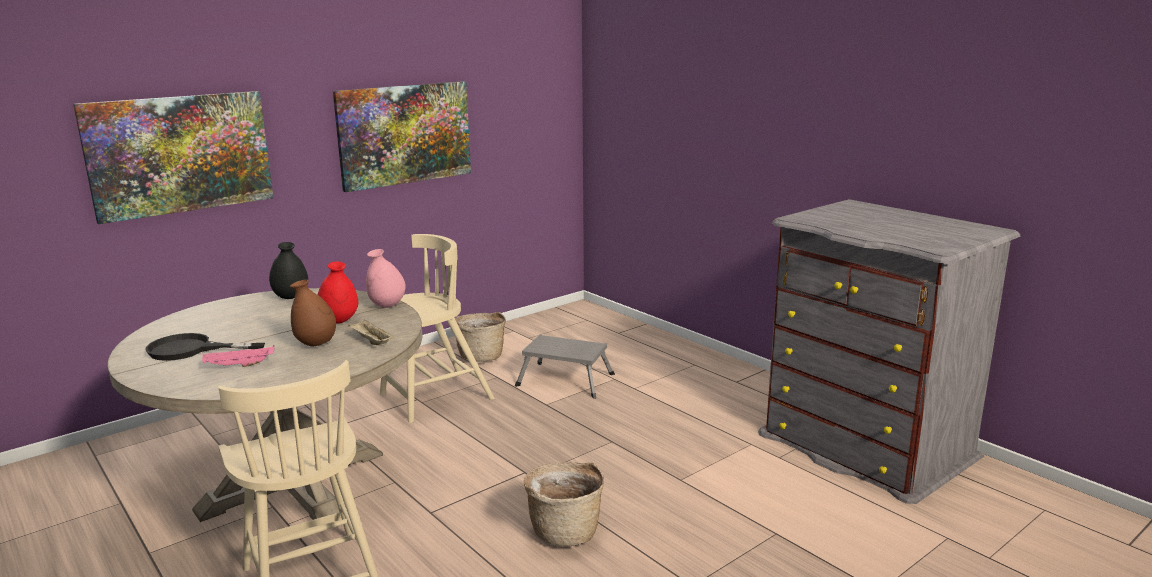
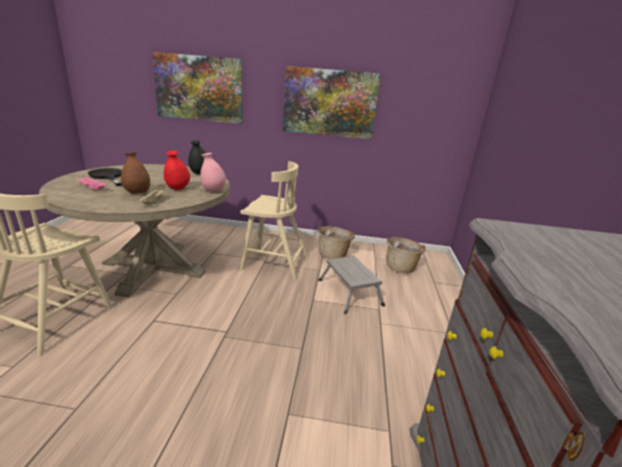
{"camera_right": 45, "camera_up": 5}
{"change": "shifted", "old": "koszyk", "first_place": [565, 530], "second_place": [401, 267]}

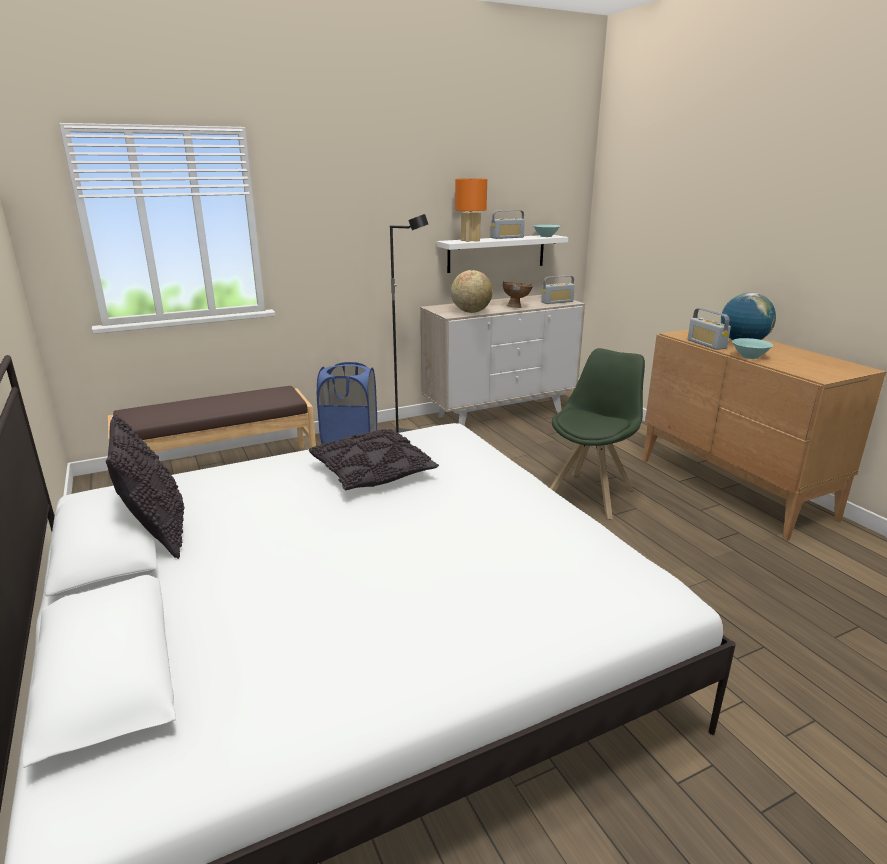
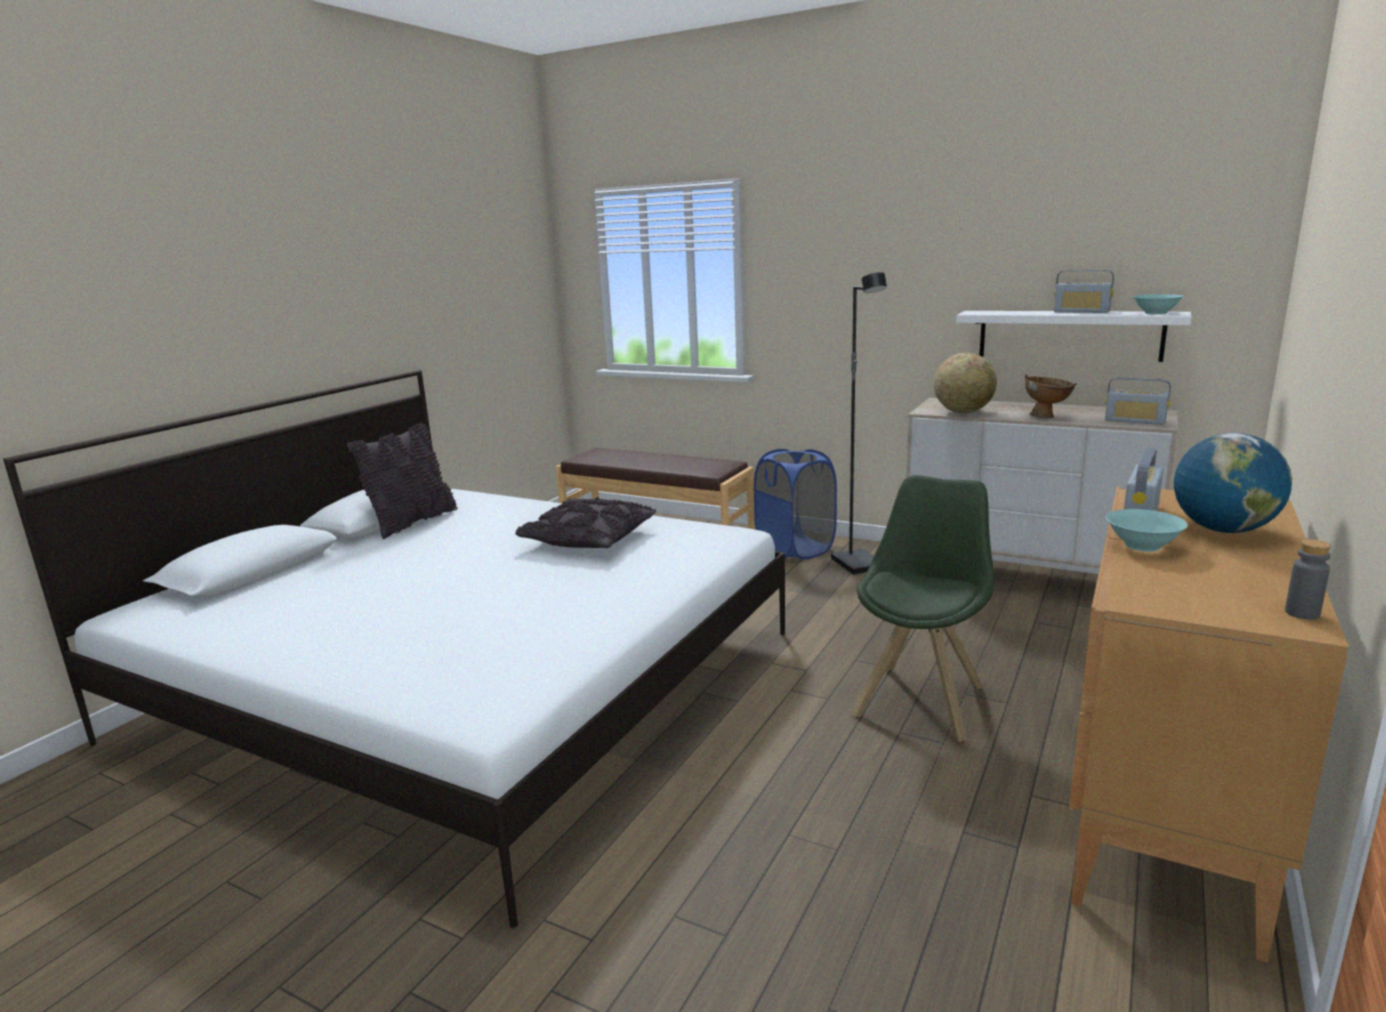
{"camera_right": 55, "camera_up": -5}
{"change": "rotated", "old": "krzesło/zielony", "first_place": [590, 495], "second_place": [920, 701], "degrees": -60}
{"change": "new", "new": "butelka/szary", "second_place": [1302, 613]}
{"change": "gone", "old": "lampa stołowa/pomarańczowy", "first_place": [470, 241]}

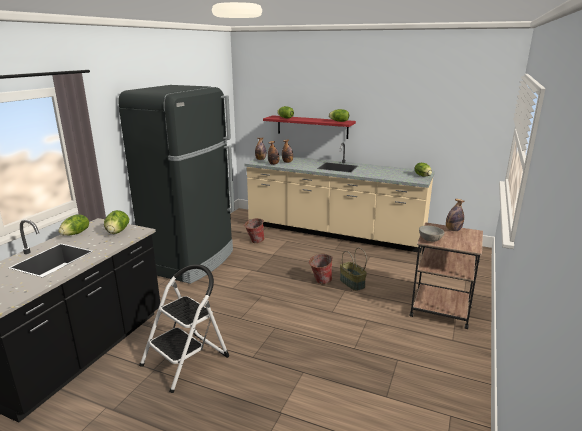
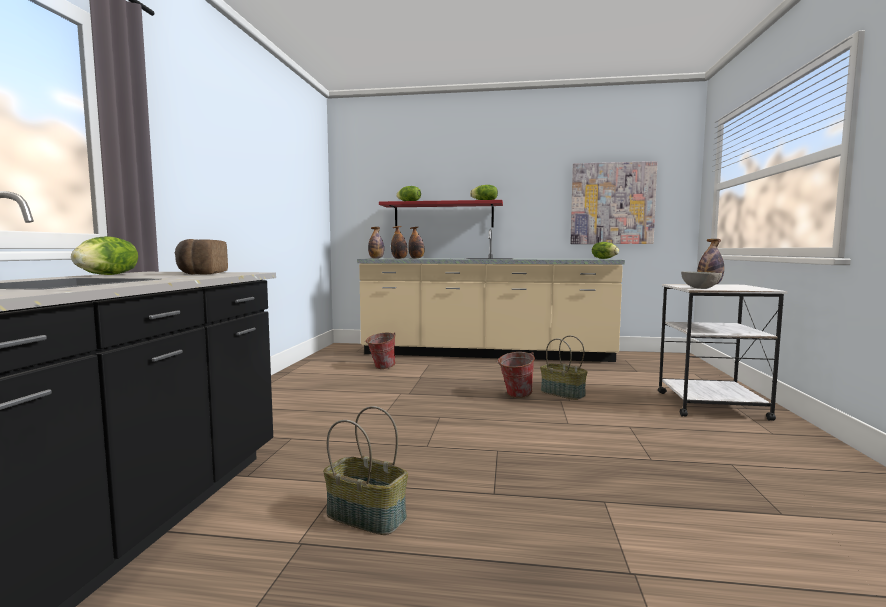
{"camera_right": -15, "camera_up": -15}
{"change": "swapped", "old": "sałata", "new": "chleb", "first_place": [117, 232], "second_place": [201, 273]}
{"change": "swapped", "old": "drabinka", "new": "koszyk", "first_place": [188, 360], "second_place": [367, 516]}
{"change": "new", "new": "obraz", "second_place": [612, 203]}
{"change": "repainted", "old": "wózek/brązowy", "new": "wózek/biały", "first_place": [440, 309], "second_place": [711, 406]}
{"change": "gone", "old": "lodówka/czarny", "first_place": [191, 261]}

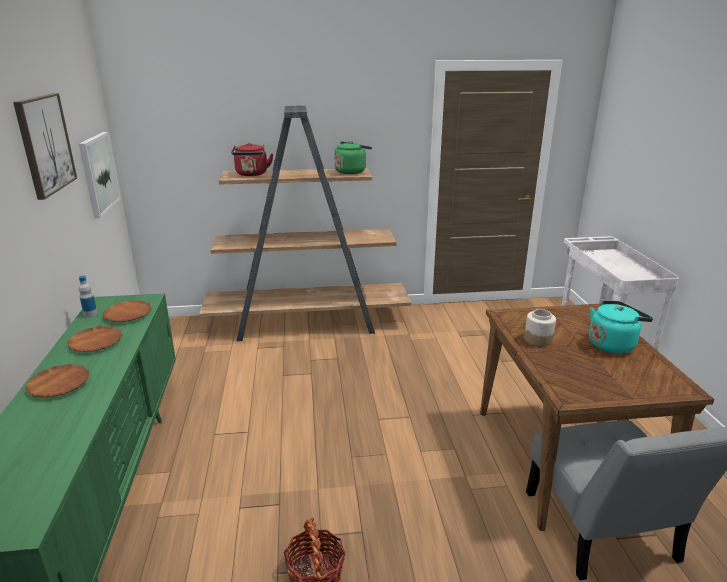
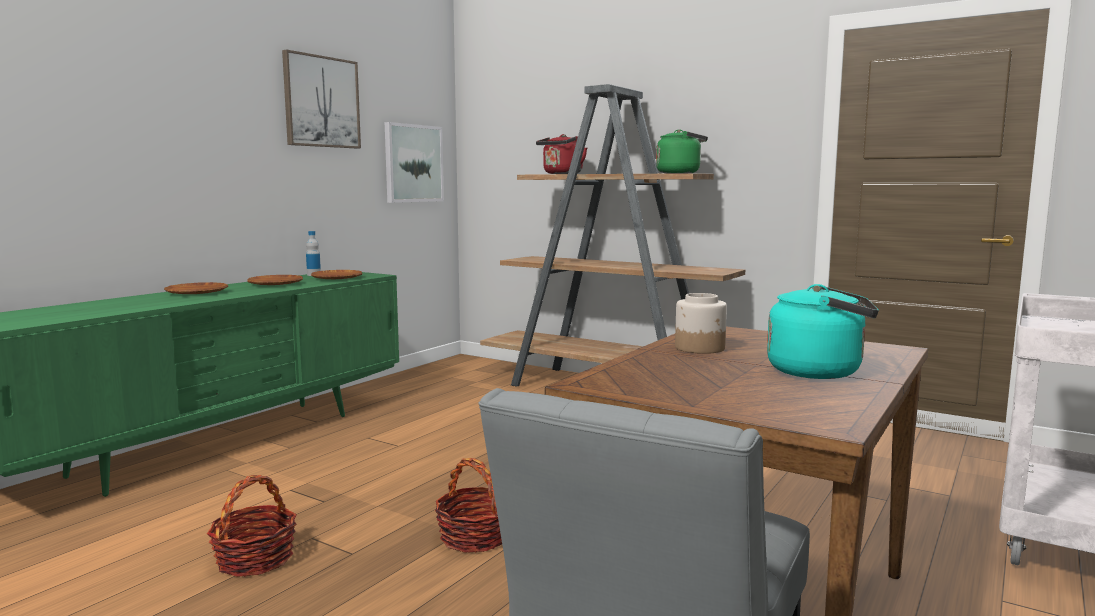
{"camera_right": 40, "camera_up": -15}
{"change": "new", "new": "koszyk", "second_place": [474, 537]}

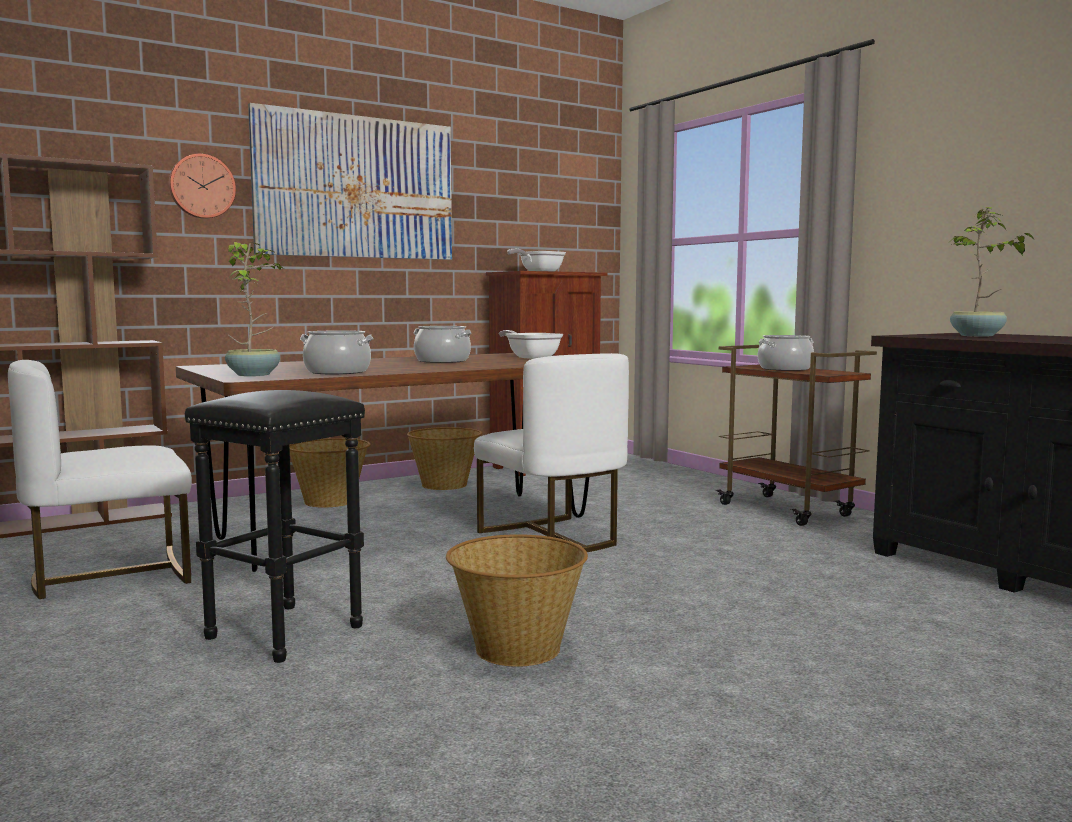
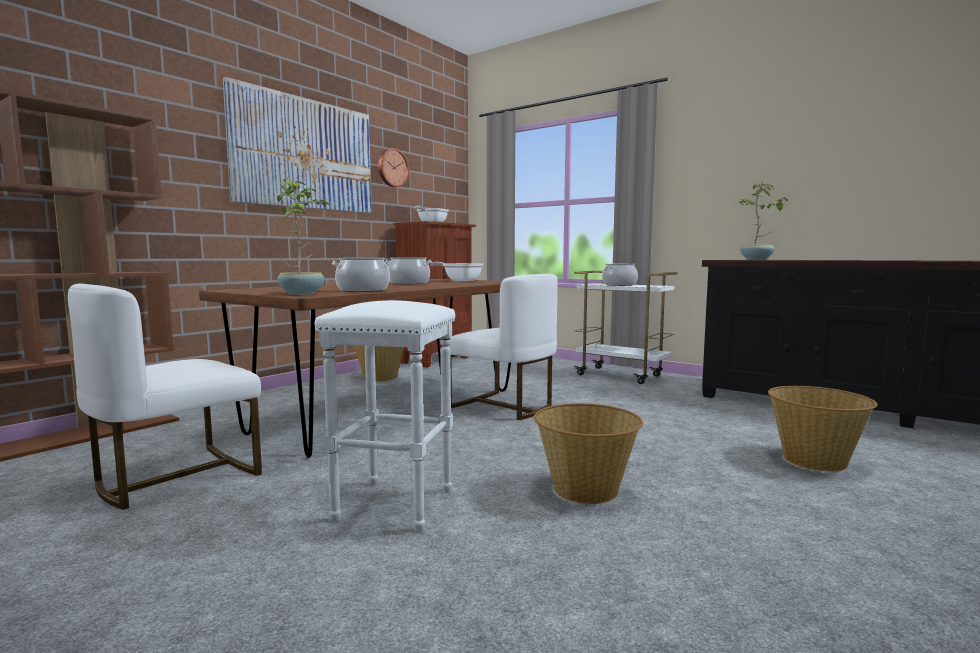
{"camera_right": -20, "camera_up": 0}
{"change": "repainted", "old": "stołek/czarny", "new": "stołek/biały", "first_place": [281, 632], "second_place": [391, 505]}
{"change": "shifted", "old": "zegar ścienny", "first_place": [202, 186], "second_place": [392, 168]}
{"change": "repainted", "old": "wózek/brązowy", "new": "wózek/biały", "first_place": [788, 511], "second_place": [622, 376]}
{"change": "shifted", "old": "koszyk", "first_place": [330, 501], "second_place": [815, 460]}

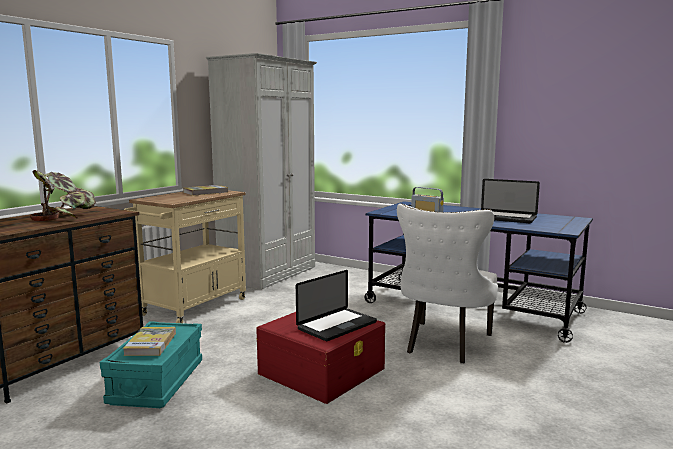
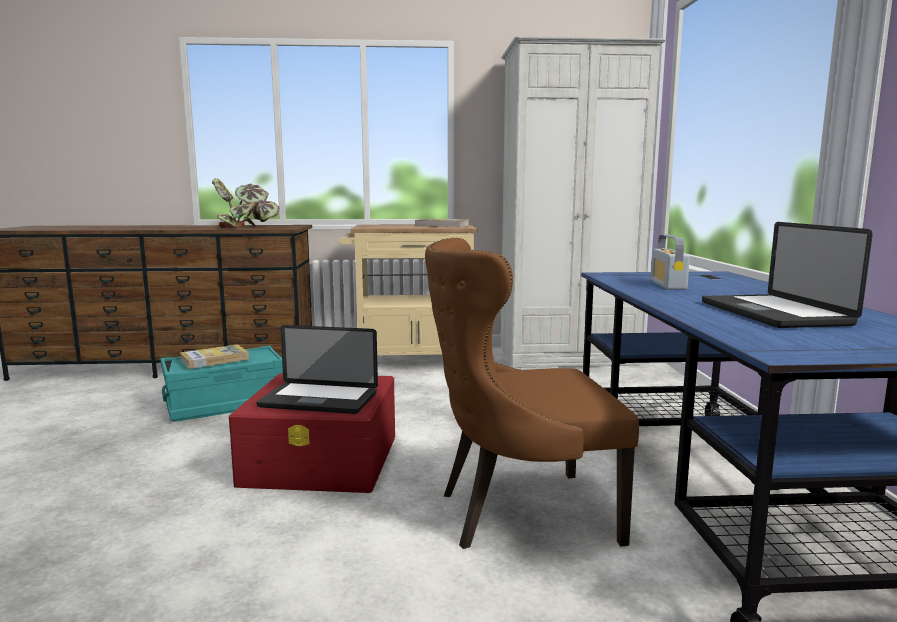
{"camera_right": 55, "camera_up": 0}
{"change": "repainted", "old": "krzesło/biały", "new": "krzesło/brązowy", "first_place": [444, 343], "second_place": [519, 513]}

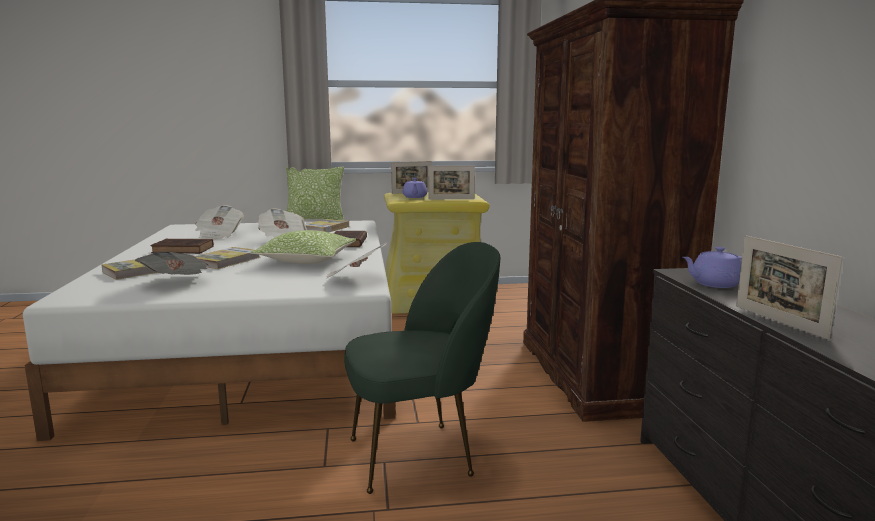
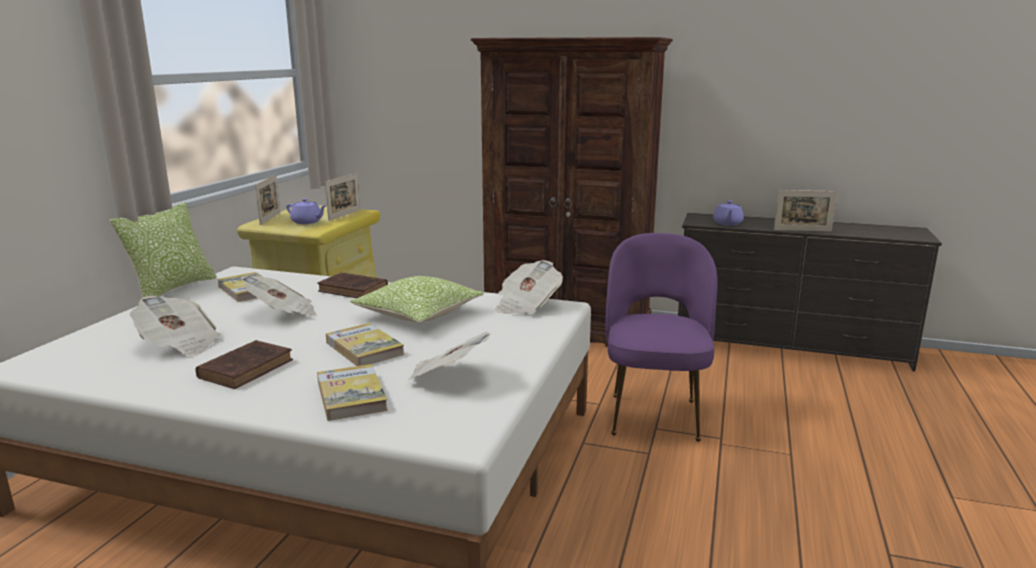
{"camera_right": -65, "camera_up": 5}
{"change": "repainted", "old": "krzesło/zielony", "new": "krzesło/fioletowy", "first_place": [421, 455], "second_place": [654, 413]}

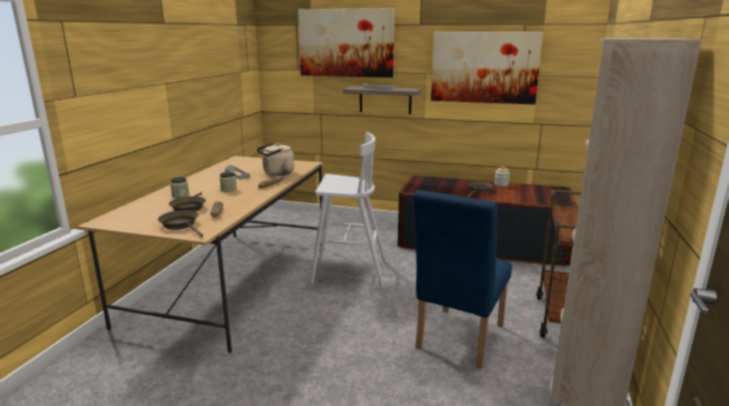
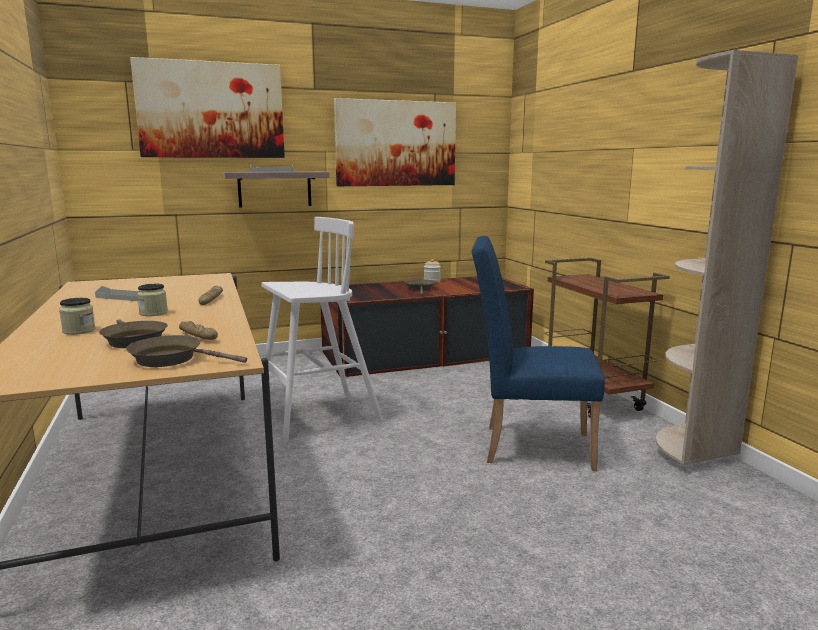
{"camera_right": -35, "camera_up": -5}
{"change": "rotated", "old": "krzesło/niebieski", "first_place": [457, 340], "second_place": [528, 445], "degrees": 105}
{"change": "gone", "old": "czajnik/beżowy", "first_place": [277, 173]}

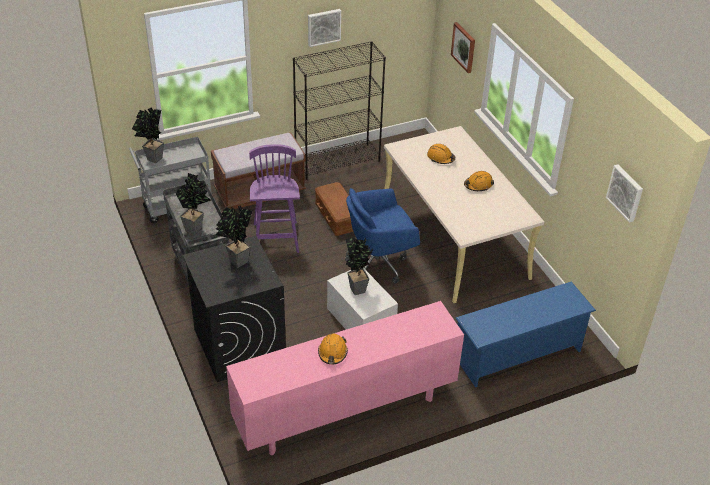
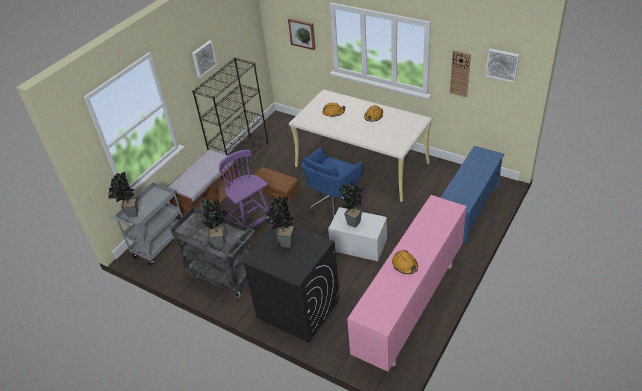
{"camera_right": -30, "camera_up": 0}
{"change": "new", "new": "zegar ścienny", "second_place": [460, 73]}

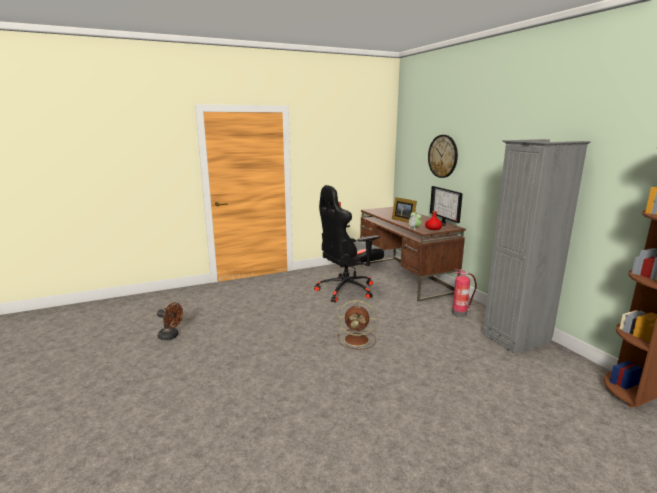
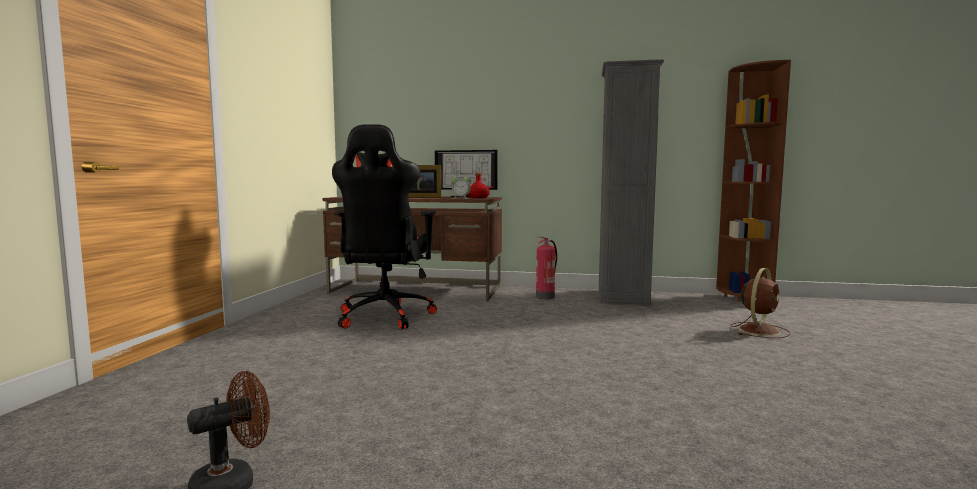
{"camera_right": -55, "camera_up": -10}
{"change": "shifted", "old": "wentylator/brązowy", "first_place": [357, 340], "second_place": [759, 330]}
{"change": "gone", "old": "zegar ścienny", "first_place": [443, 156]}

